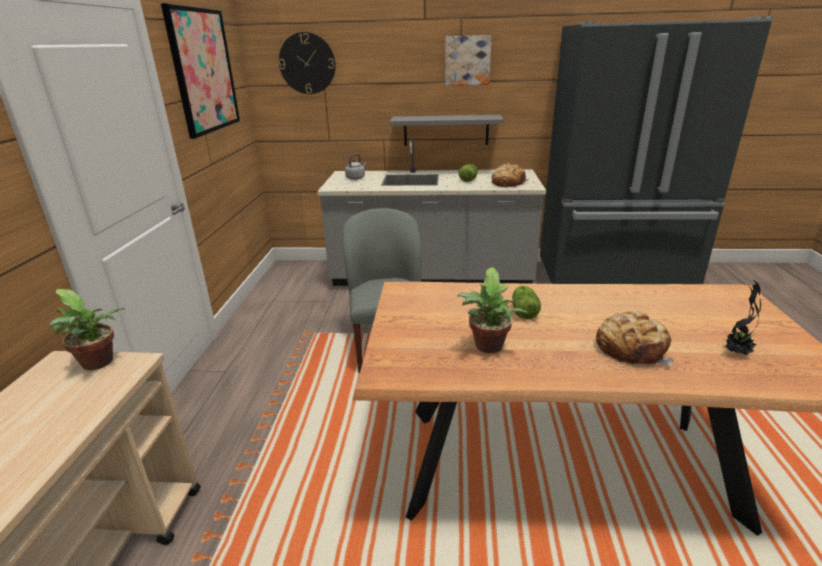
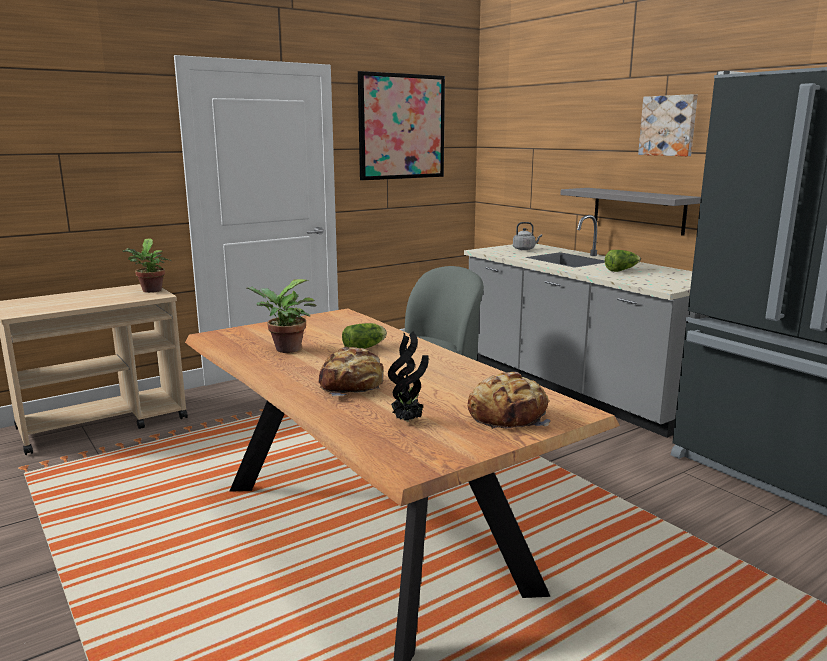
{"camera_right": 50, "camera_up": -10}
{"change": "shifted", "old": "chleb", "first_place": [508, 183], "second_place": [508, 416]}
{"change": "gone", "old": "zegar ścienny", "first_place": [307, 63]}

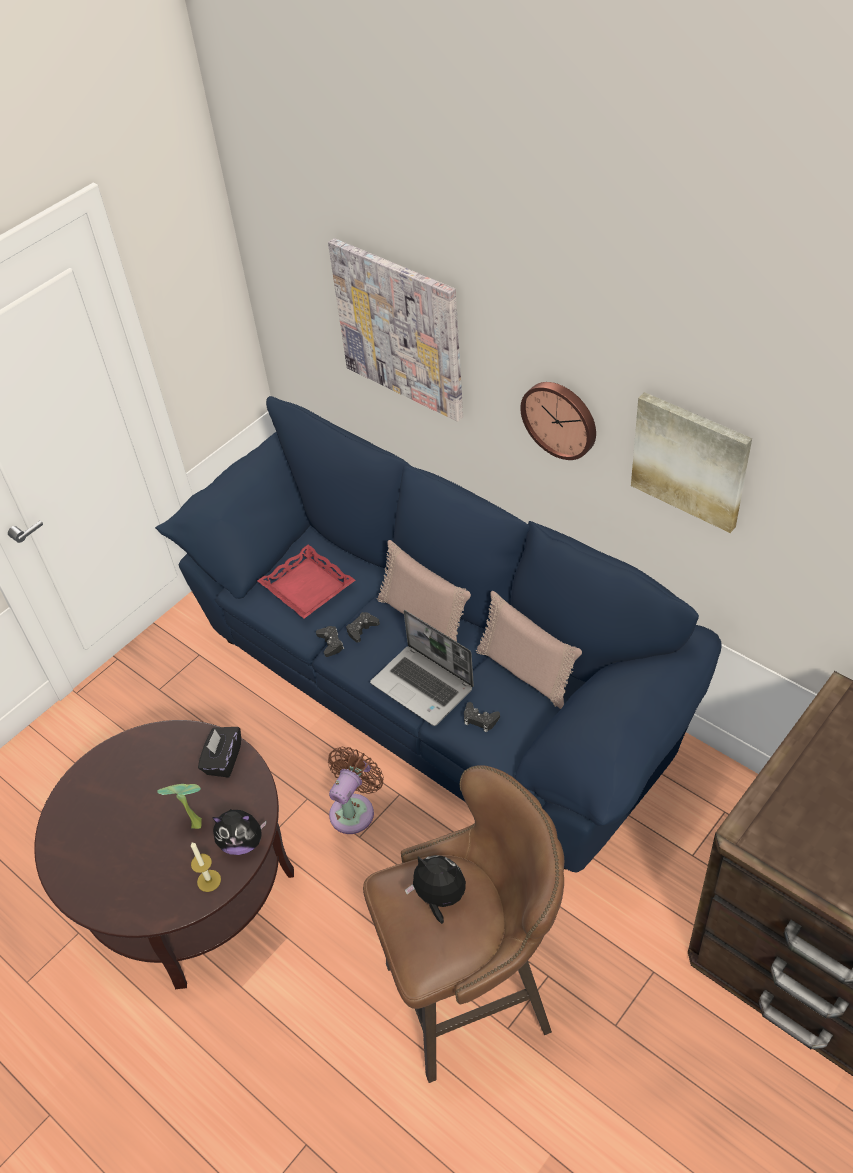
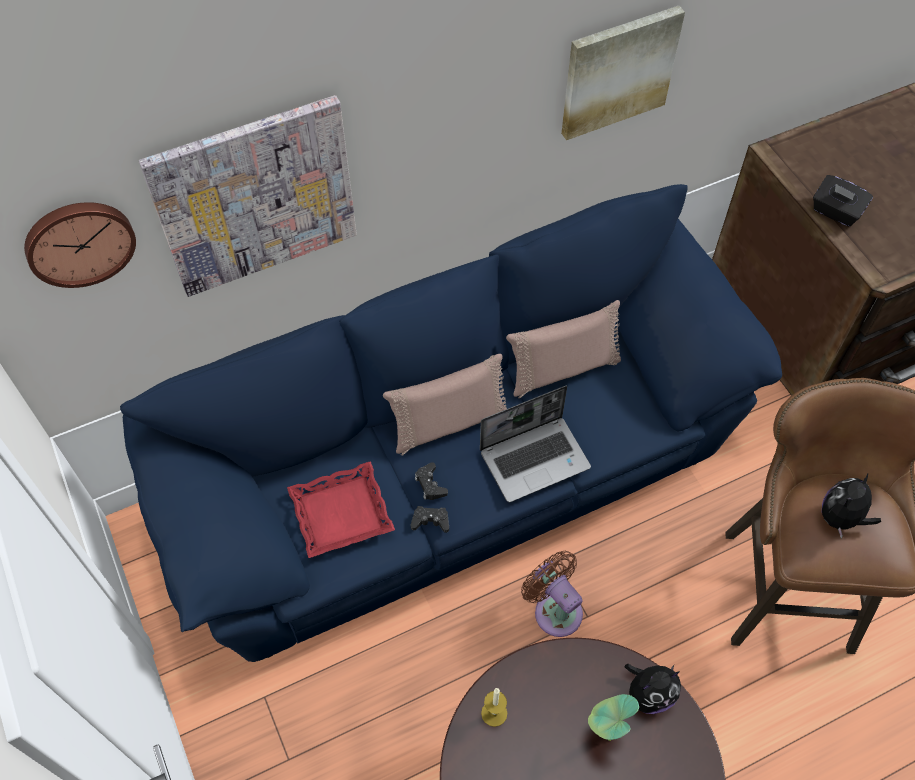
{"camera_right": -70, "camera_up": 10}
{"change": "shifted", "old": "zegar ścienny", "first_place": [560, 418], "second_place": [79, 241]}
{"change": "shifted", "old": "świeca", "first_place": [209, 880], "second_place": [494, 713]}
{"change": "rotated", "old": "pluszak", "first_place": [242, 842], "second_place": [649, 694], "degrees": 45}
{"change": "shifted", "old": "pudełko chusteczek/czarny", "first_place": [223, 760], "second_place": [835, 212]}
{"change": "gone", "old": "pad do gier/czarny", "first_place": [480, 719]}

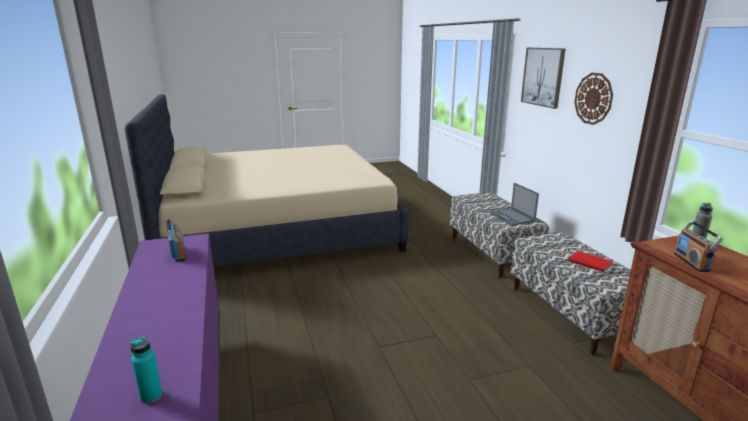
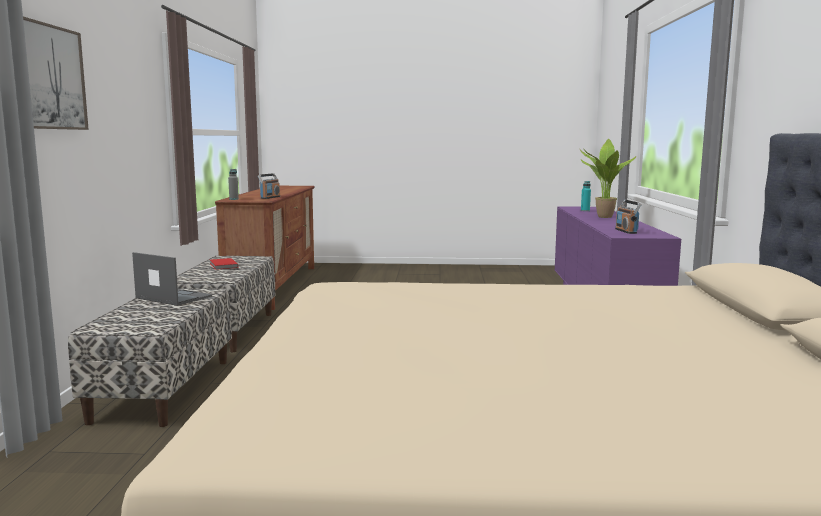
{"camera_right": -160, "camera_up": -10}
{"change": "rotated", "old": "laptop", "first_place": [512, 217], "second_place": [173, 297], "degrees": -60}
{"change": "new", "new": "roślina doniczkowa", "second_place": [602, 217]}
{"change": "gone", "old": "zegar ścienny", "first_place": [593, 98]}

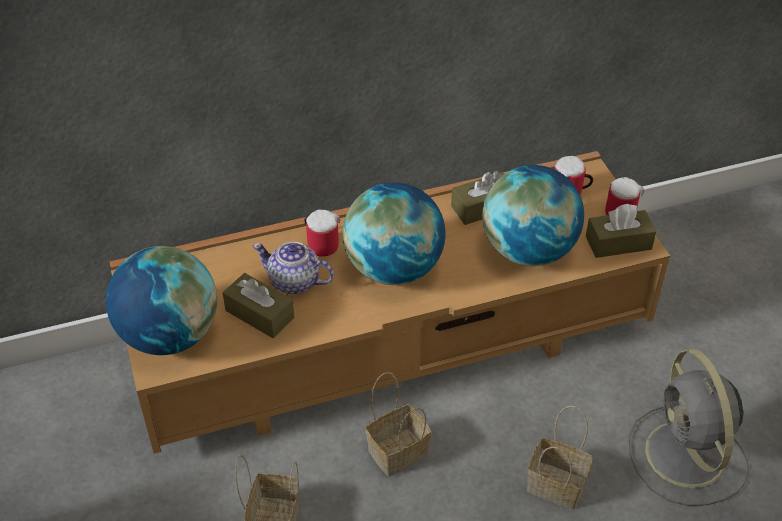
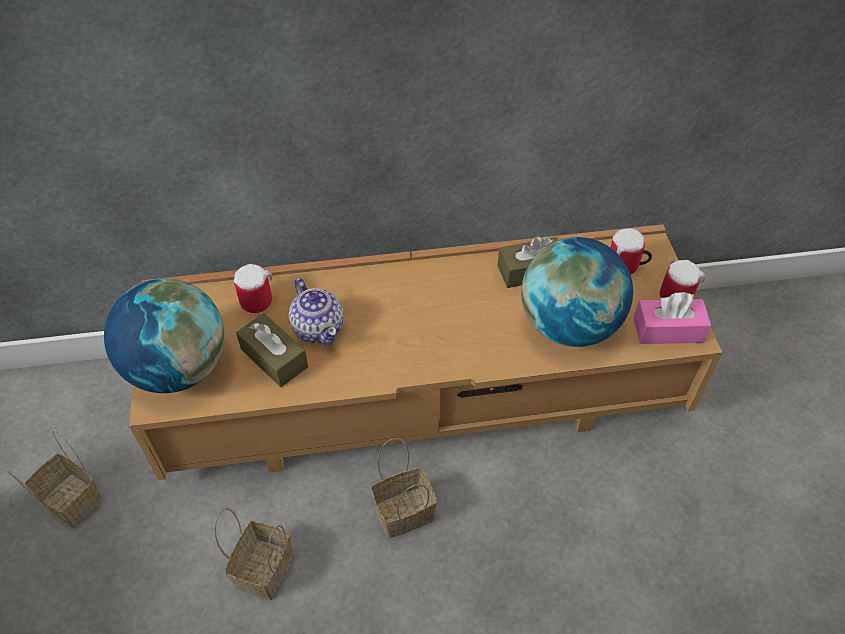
{"camera_right": 10, "camera_up": 5}
{"change": "shifted", "old": "koszyk", "first_place": [553, 485], "second_place": [70, 500]}
{"change": "shifted", "old": "kubek", "first_place": [321, 243], "second_place": [255, 298]}
{"change": "rotated", "old": "imbryk", "first_place": [295, 282], "second_place": [318, 327], "degrees": -150}
{"change": "repainted", "old": "pudełko chusteczek/brązowy", "new": "pudełko chusteczek/różowy", "first_place": [618, 243], "second_place": [668, 330]}
{"change": "gone", "old": "globus", "first_place": [394, 269]}
{"change": "gone", "old": "wentylator/szary", "first_place": [686, 457]}

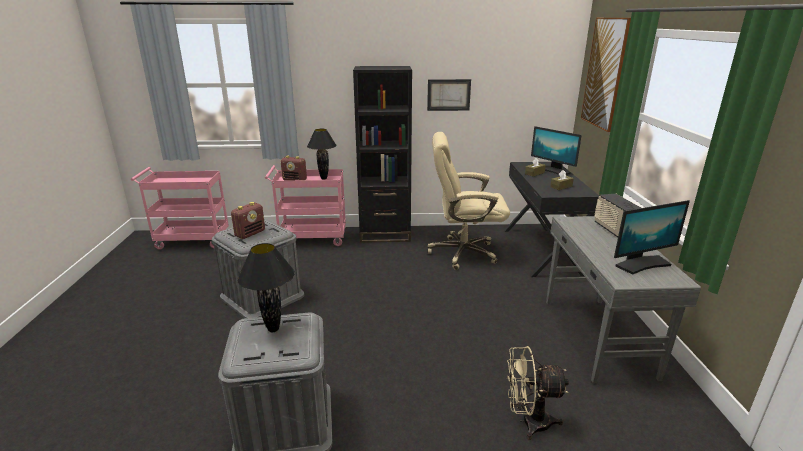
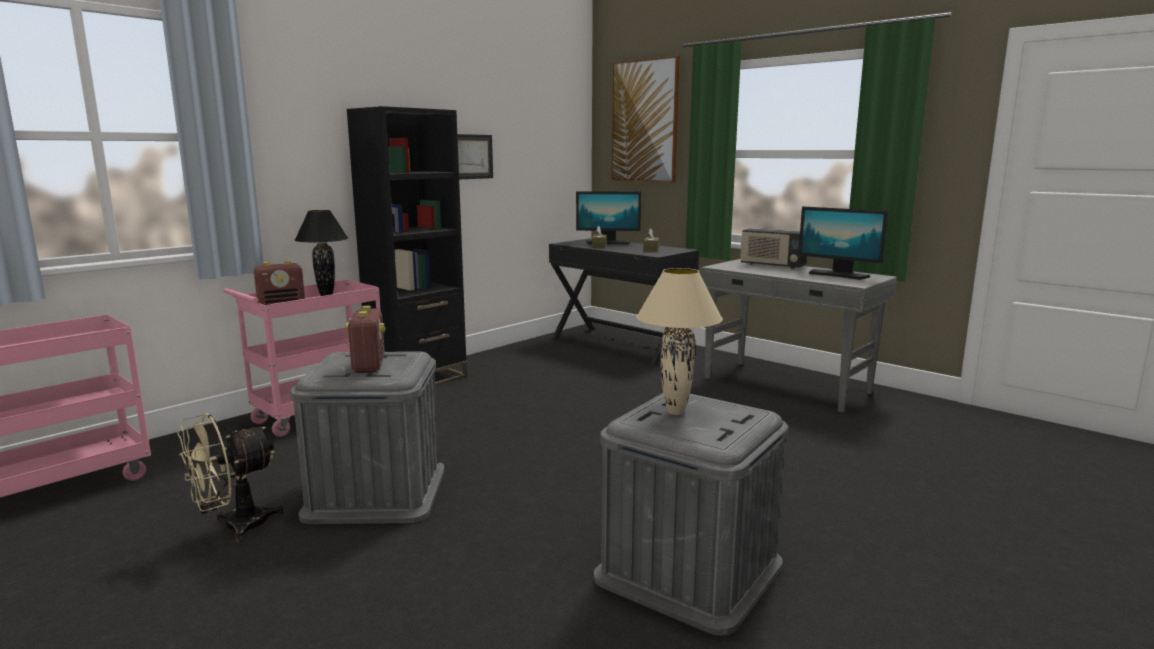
{"camera_right": -45, "camera_up": -10}
{"change": "shifted", "old": "wentylator/beżowy", "first_place": [528, 421], "second_place": [234, 527]}
{"change": "repainted", "old": "lampa stołowa/czarny", "new": "lampa stołowa/beżowy", "first_place": [274, 329], "second_place": [676, 412]}
{"change": "rotated", "old": "monitor", "first_place": [642, 264], "second_place": [838, 275], "degrees": 105}
{"change": "gone", "old": "krzesło biurowe/beżowy", "first_place": [464, 253]}

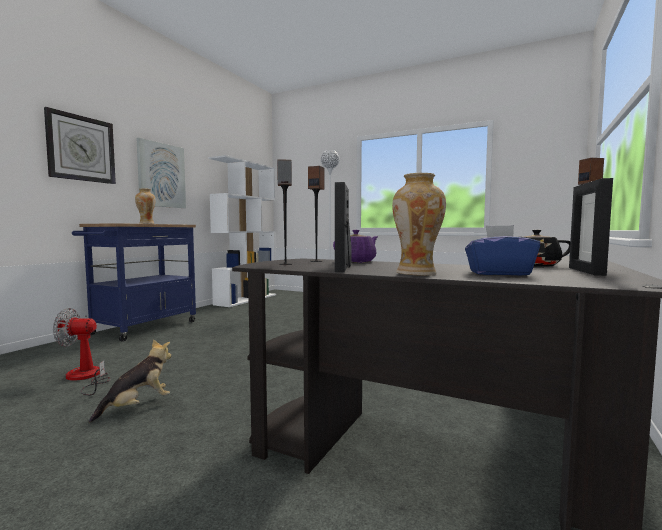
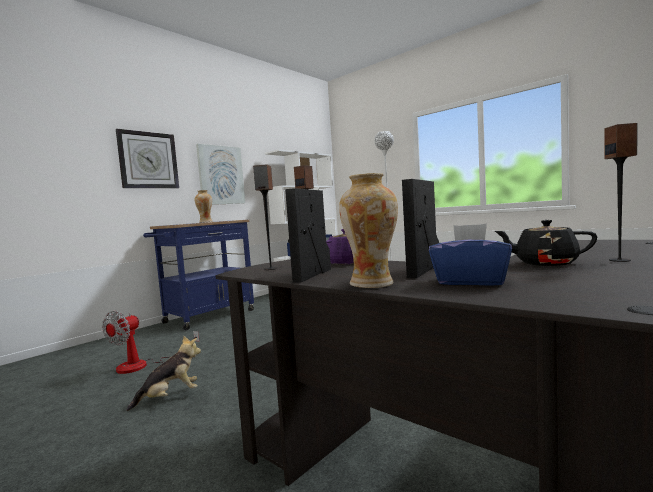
{"camera_right": 15, "camera_up": 0}
{"change": "rotated", "old": "wentylator", "first_place": [86, 378], "second_place": [143, 366], "degrees": -75}
{"change": "shifted", "old": "ramka na zdjęcie", "first_place": [587, 271], "second_place": [425, 271]}

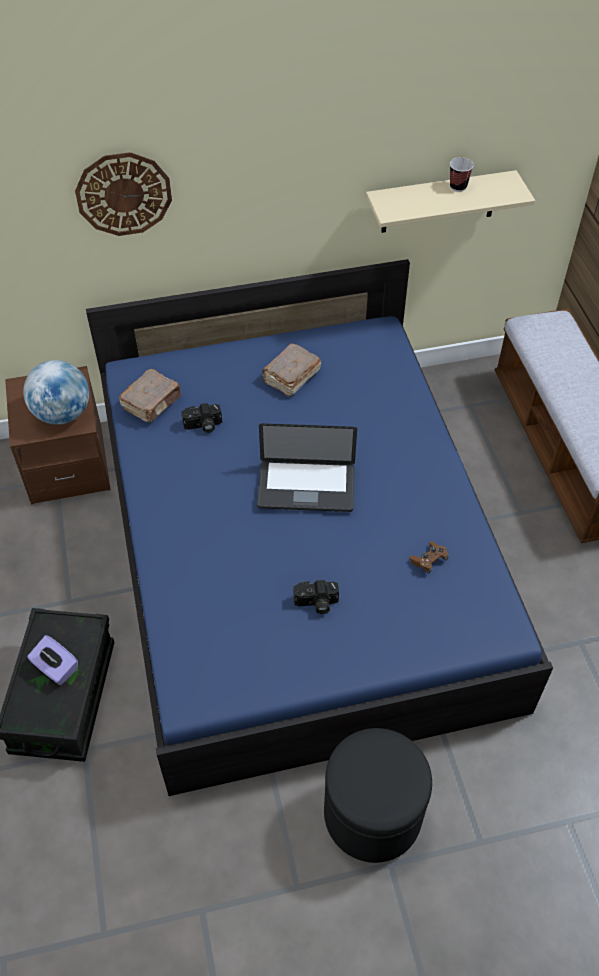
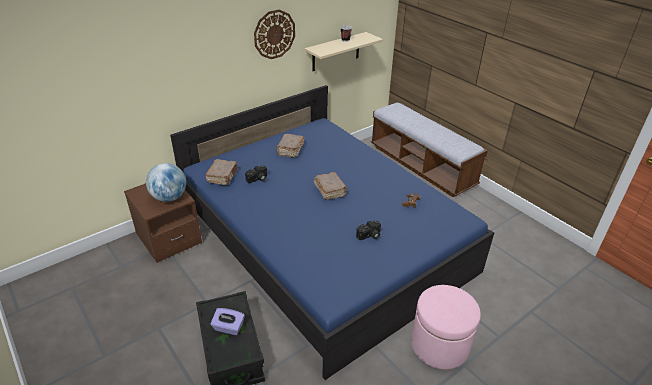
{"camera_right": -25, "camera_up": -15}
{"change": "shifted", "old": "zegar ścienny", "first_place": [124, 194], "second_place": [274, 34]}
{"change": "swapped", "old": "laptop", "new": "książka/brązowy", "first_place": [306, 487], "second_place": [330, 190]}
{"change": "repainted", "old": "pufa/czarny", "new": "pufa/różowy", "first_place": [372, 813], "second_place": [439, 345]}

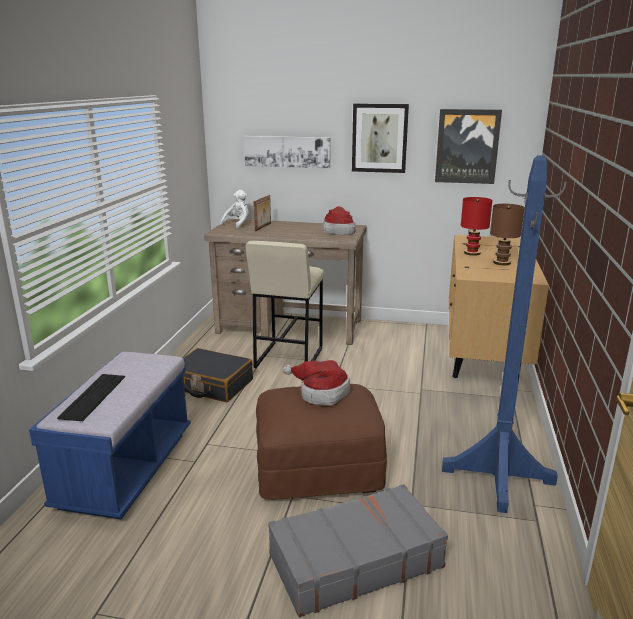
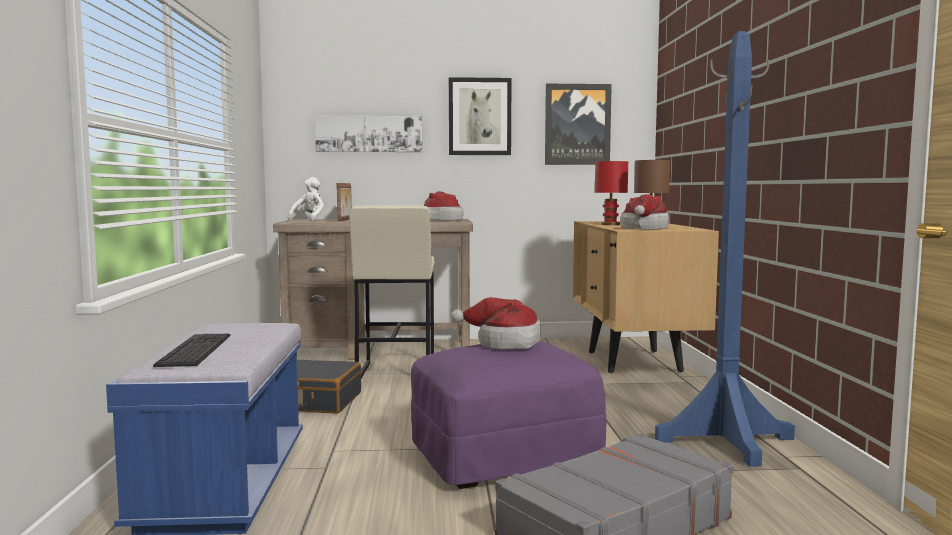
{"camera_right": -15, "camera_up": -15}
{"change": "repainted", "old": "pufa/brązowy", "new": "pufa/fioletowy", "first_place": [319, 469], "second_place": [504, 456]}
{"change": "new", "new": "kapelusz", "second_place": [643, 228]}

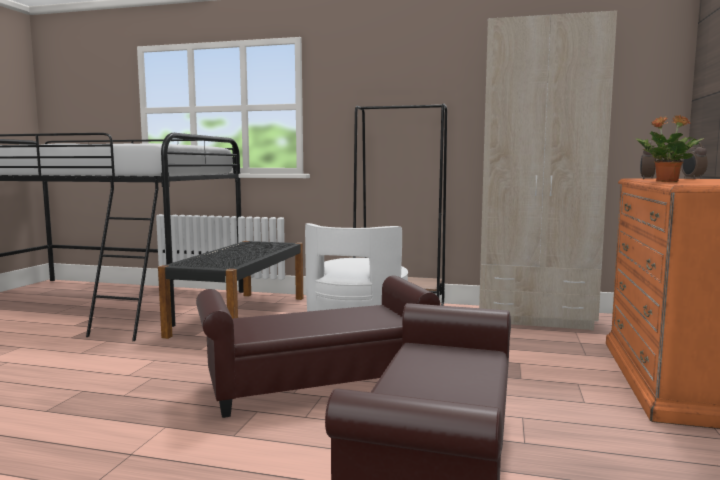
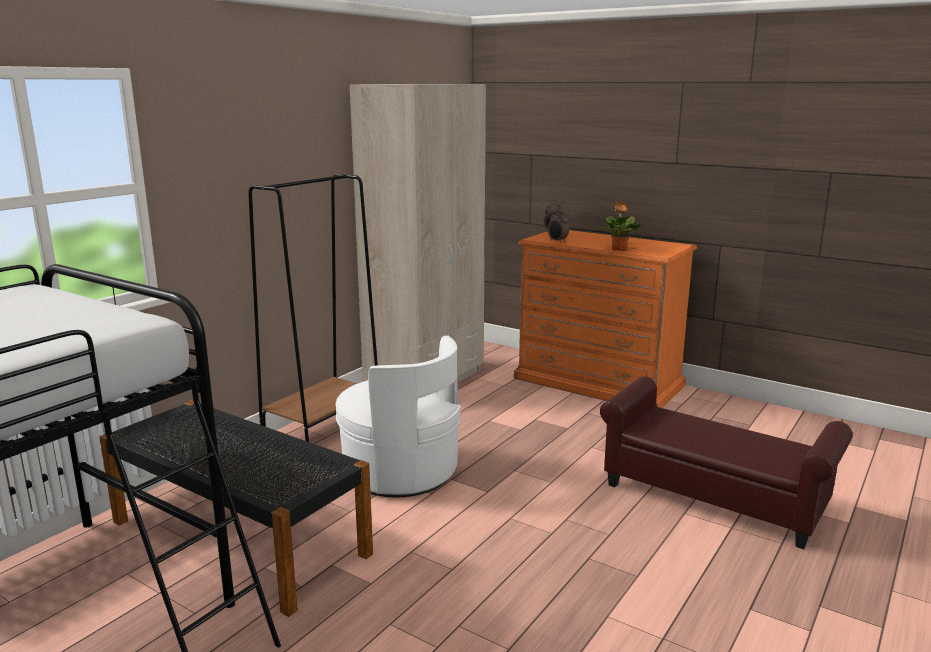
{"camera_right": -70, "camera_up": 10}
{"change": "gone", "old": "pufa/brązowy", "first_place": [318, 385]}

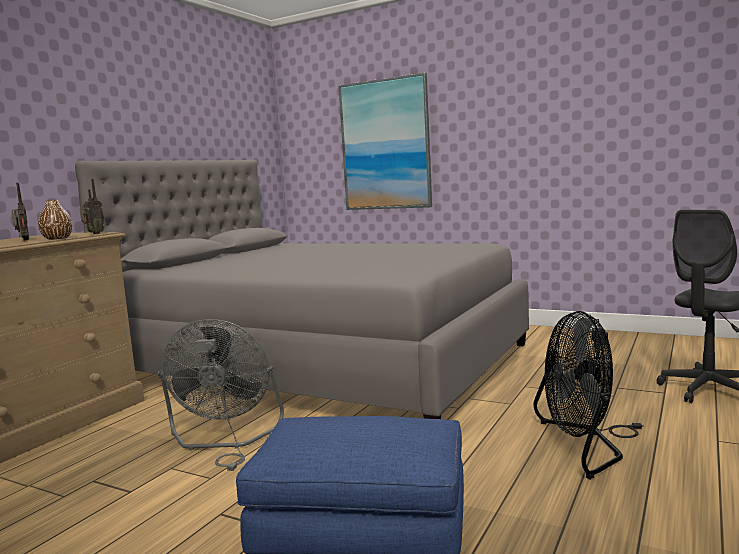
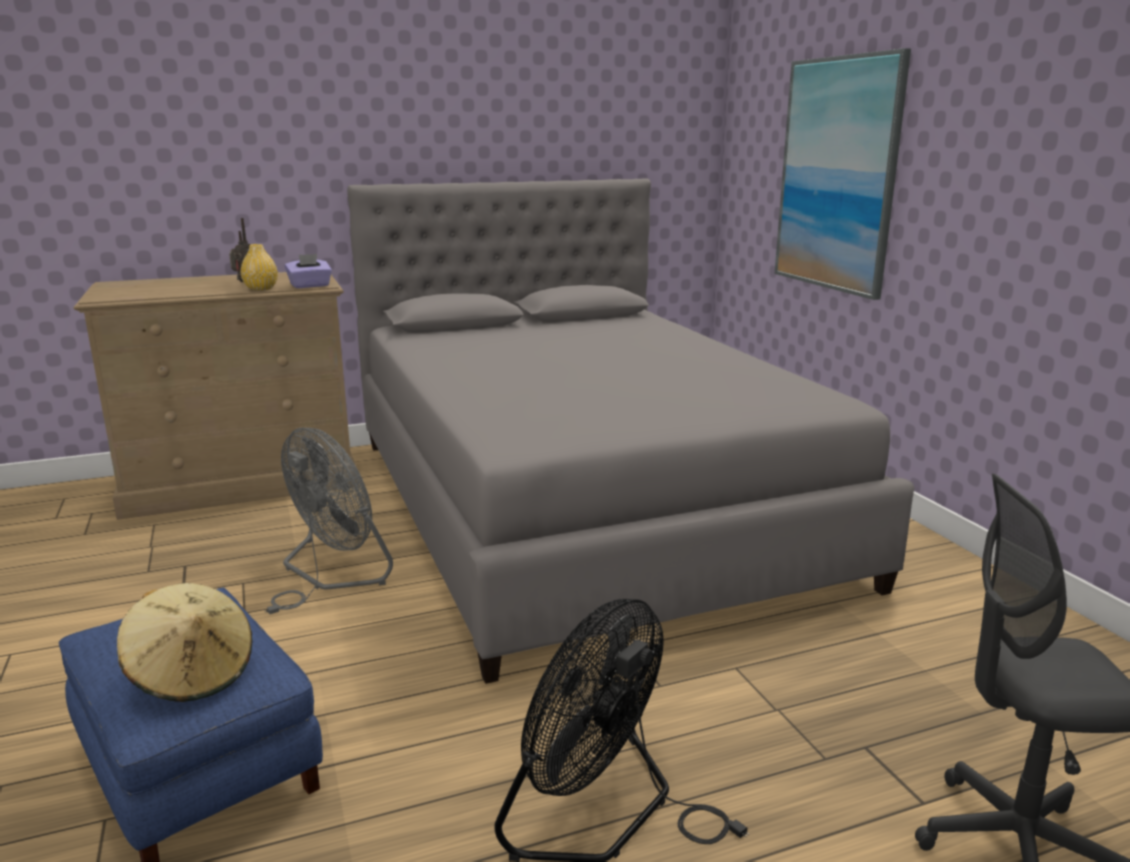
{"camera_right": 40, "camera_up": 10}
{"change": "new", "new": "kapelusz/beżowy", "second_place": [192, 674]}
{"change": "repainted", "old": "wazon/brązowy", "new": "wazon/żółty", "first_place": [57, 238], "second_place": [261, 289]}
{"change": "swapped", "old": "radio", "new": "pudełko chusteczek/fioletowy", "first_place": [93, 234], "second_place": [310, 286]}

